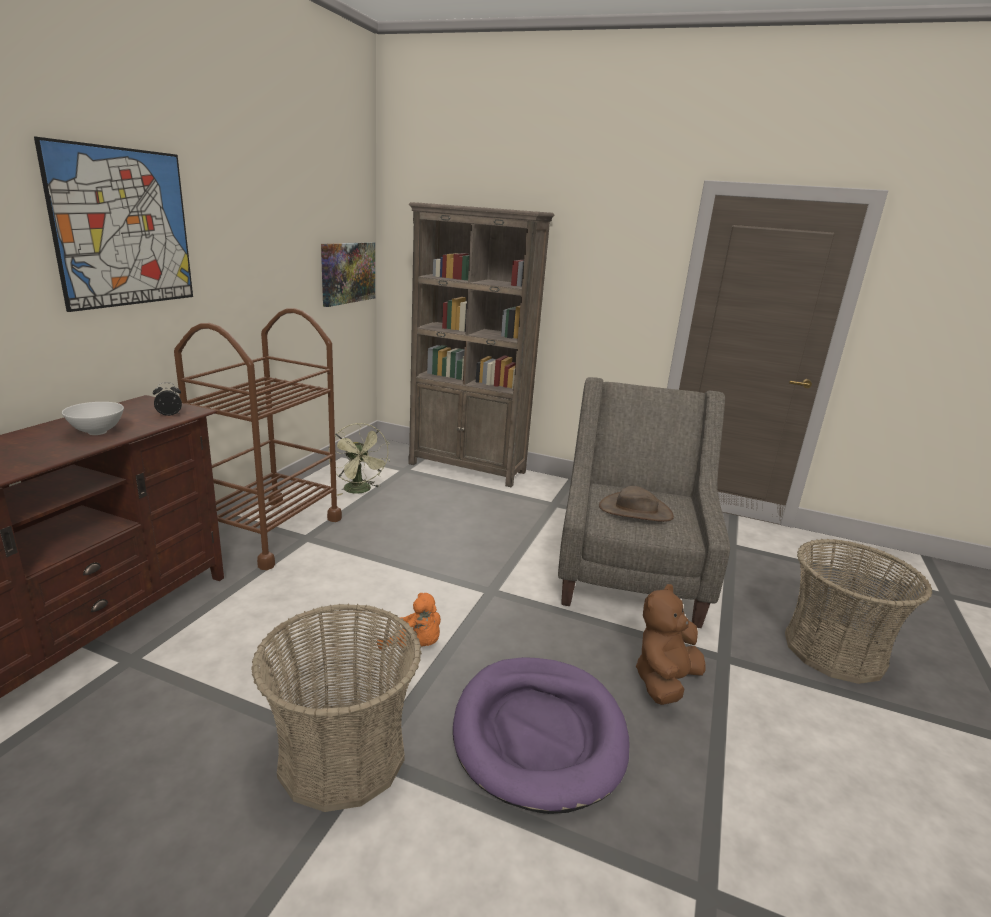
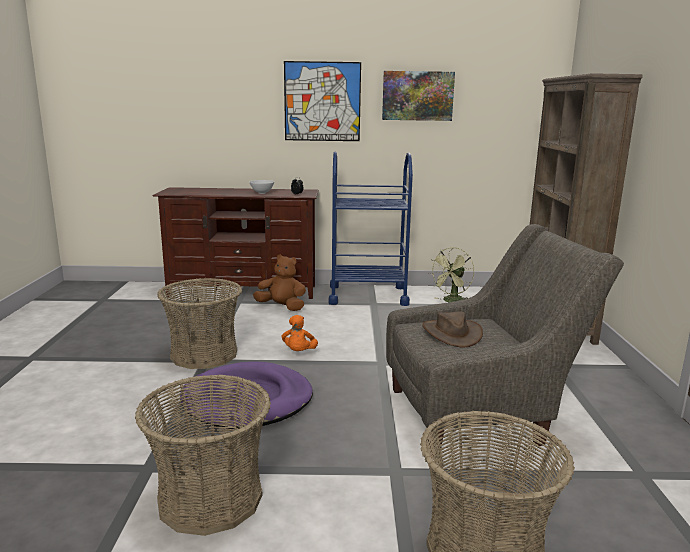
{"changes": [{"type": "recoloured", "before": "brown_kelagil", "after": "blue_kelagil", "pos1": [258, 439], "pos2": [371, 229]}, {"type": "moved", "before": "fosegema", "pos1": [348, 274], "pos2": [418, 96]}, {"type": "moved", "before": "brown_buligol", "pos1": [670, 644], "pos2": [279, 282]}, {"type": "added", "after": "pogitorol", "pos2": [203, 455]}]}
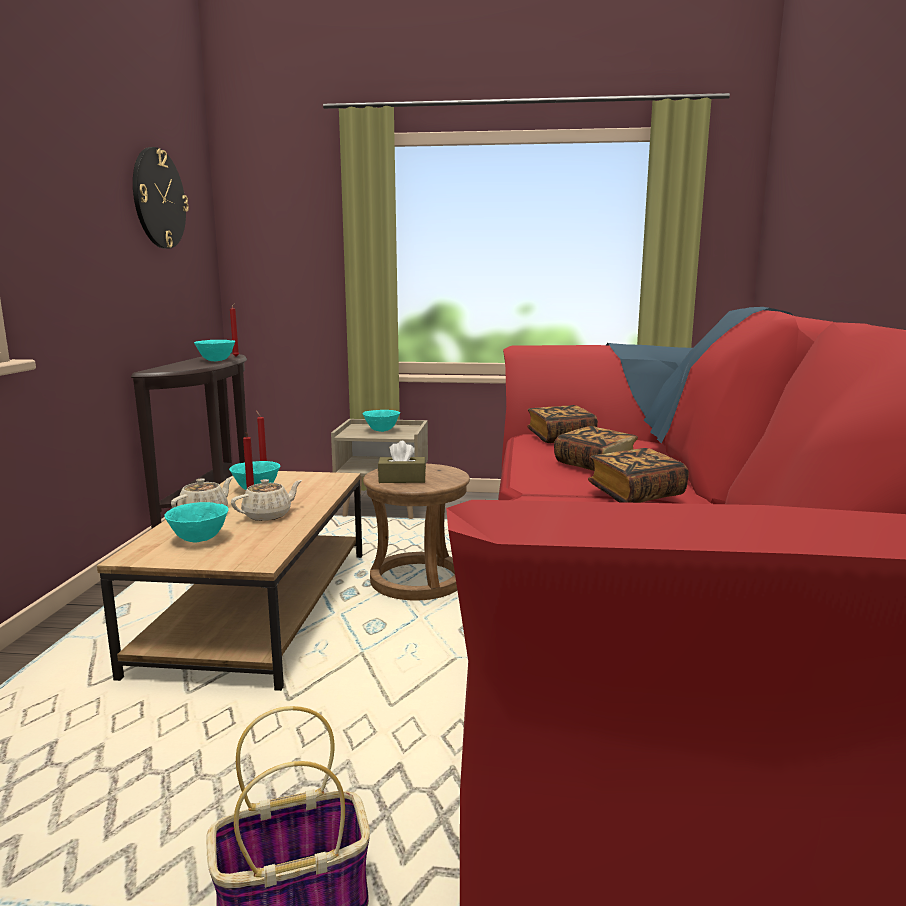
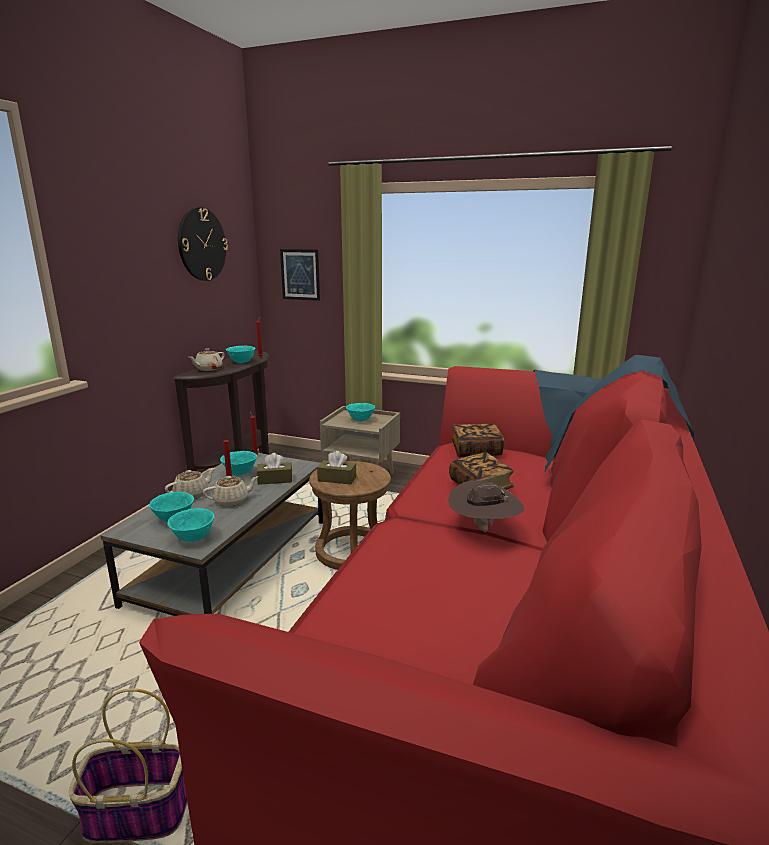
{"changes": [{"type": "recoloured", "before": "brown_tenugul", "after": "grey_tenugul", "pos1": [229, 581], "pos2": [211, 534]}, {"type": "replaced", "before": "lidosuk", "after": "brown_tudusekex", "pos1": [638, 475], "pos2": [486, 506]}, {"type": "added", "after": "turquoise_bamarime", "pos2": [190, 525]}, {"type": "added", "after": "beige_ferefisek", "pos2": [206, 359]}, {"type": "added", "after": "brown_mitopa", "pos2": [274, 469]}, {"type": "added", "after": "fosegema", "pos2": [300, 275]}]}
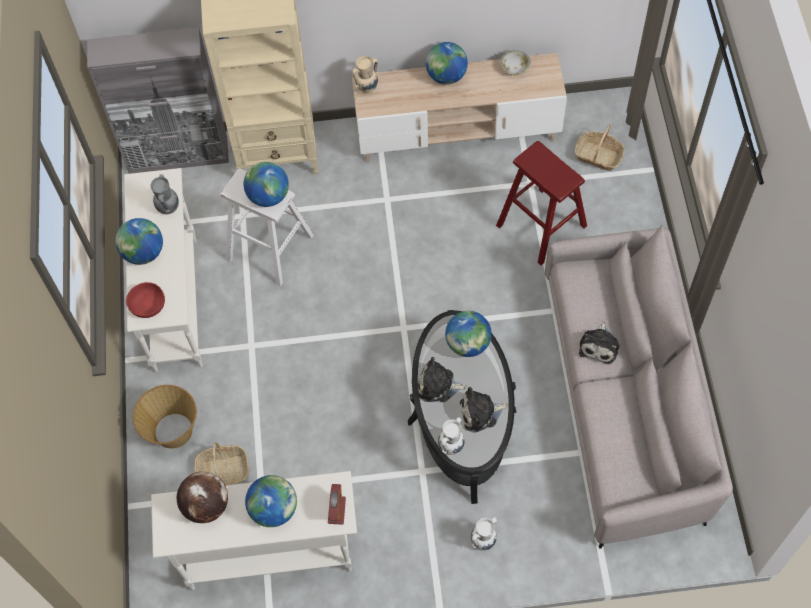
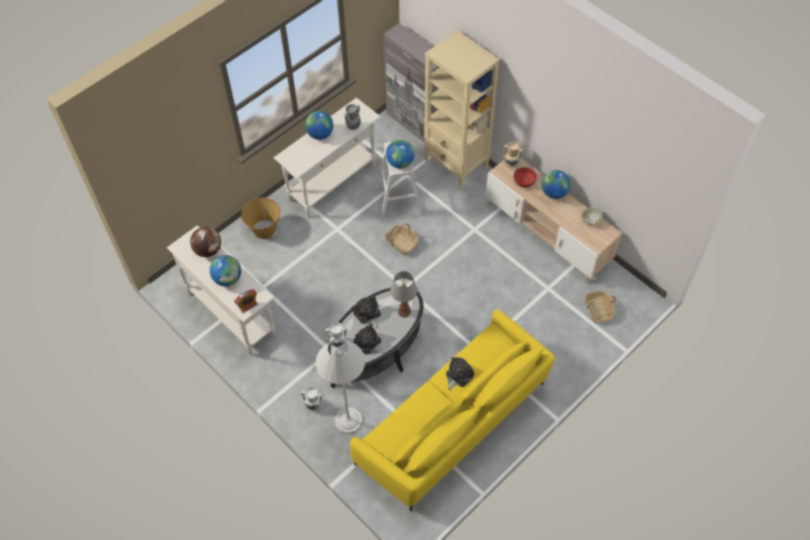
{"changes": [{"type": "moved", "before": "red_bamarime", "pos1": [145, 300], "pos2": [525, 177]}, {"type": "moved", "before": "pogitorol", "pos1": [221, 464], "pos2": [402, 239]}, {"type": "replaced", "before": "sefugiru", "after": "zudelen", "pos1": [468, 334], "pos2": [404, 294]}, {"type": "removed", "before": "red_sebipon", "pos1": [541, 203]}, {"type": "recoloured", "before": "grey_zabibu", "after": "yellow_zabibu", "pos1": [638, 386], "pos2": [452, 410]}, {"type": "turned", "before": "buligol", "pos1": [599, 342], "pos2": [460, 373], "turn": 150}, {"type": "added", "after": "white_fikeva", "pos2": [340, 386]}]}
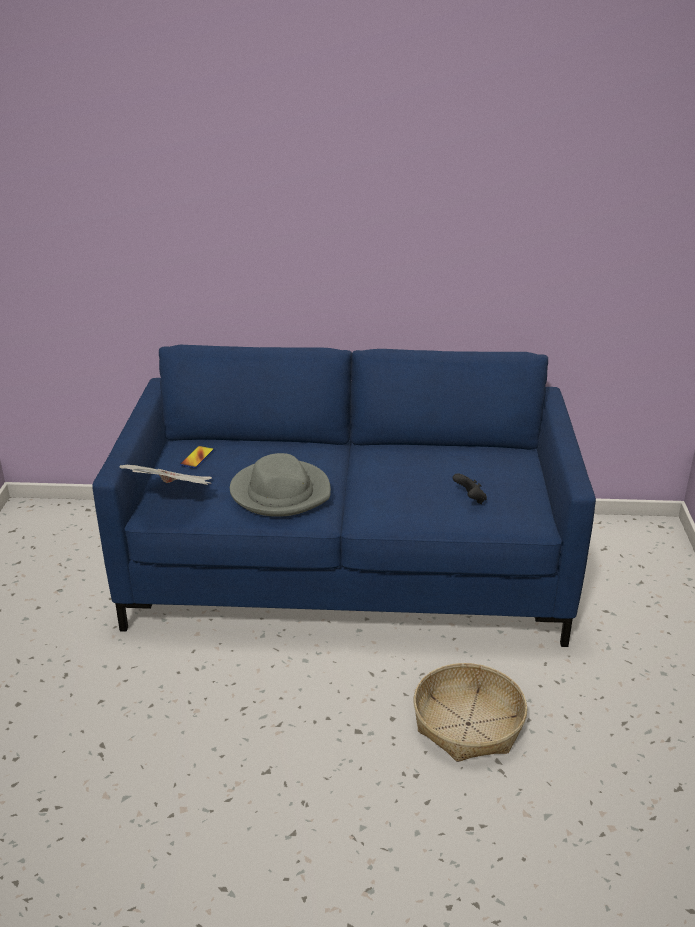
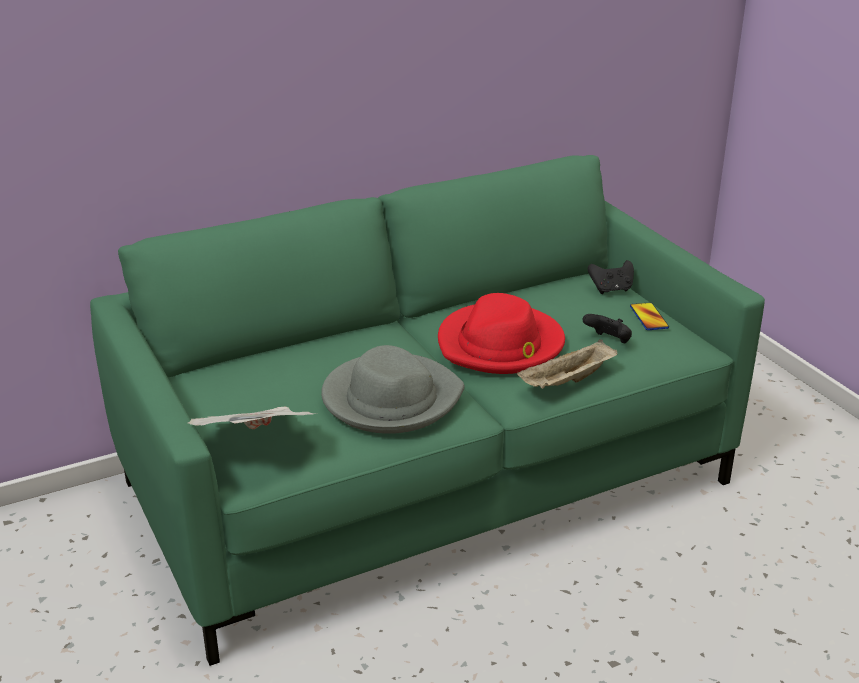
{"changes": [{"type": "recoloured", "before": "blue_zabibu", "after": "green_zabibu", "pos1": [344, 496], "pos2": [427, 410]}, {"type": "moved", "before": "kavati", "pos1": [197, 457], "pos2": [649, 316]}, {"type": "removed", "before": "pogitorol", "pos1": [470, 712]}, {"type": "added", "after": "red_tudusekex", "pos2": [501, 333]}, {"type": "added", "after": "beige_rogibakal", "pos2": [567, 364]}, {"type": "added", "after": "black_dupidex", "pos2": [611, 277]}]}
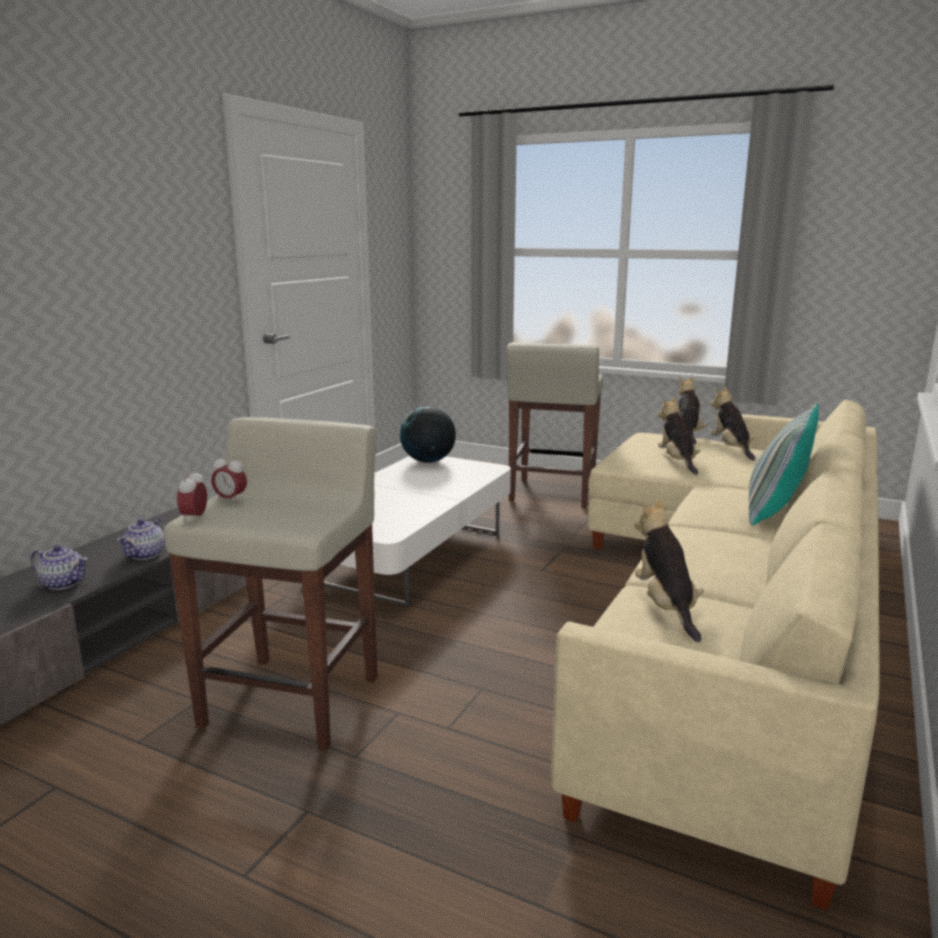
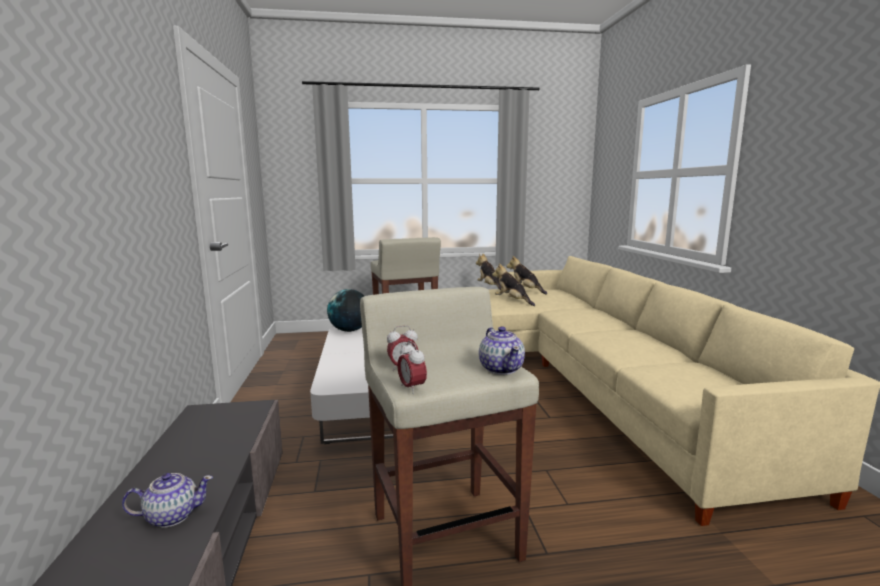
{"changes": [{"type": "moved", "before": "ferefisek", "pos1": [141, 539], "pos2": [502, 350]}, {"type": "removed", "before": "buligol", "pos1": [669, 570]}, {"type": "removed", "before": "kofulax", "pos1": [784, 464]}]}
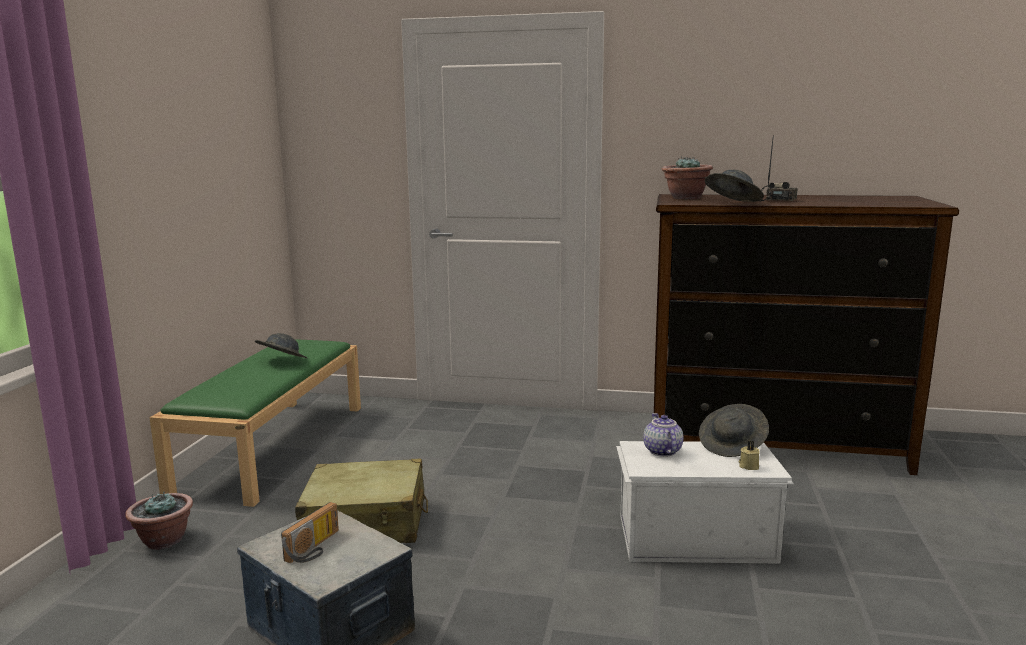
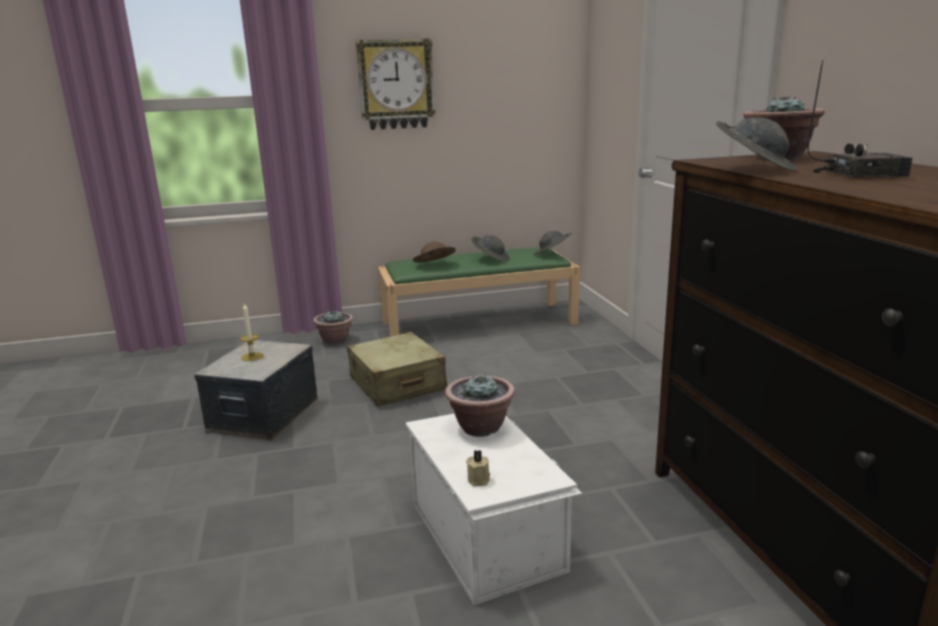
{"changes": [{"type": "replaced", "before": "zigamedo", "after": "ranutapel", "pos1": [310, 532], "pos2": [251, 332]}, {"type": "replaced", "before": "ferefisek", "after": "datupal", "pos1": [663, 435], "pos2": [480, 405]}, {"type": "moved", "before": "grey_tudusekex", "pos1": [734, 430], "pos2": [553, 243]}, {"type": "added", "after": "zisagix", "pos2": [396, 84]}, {"type": "added", "after": "brown_tudusekex", "pos2": [434, 252]}]}
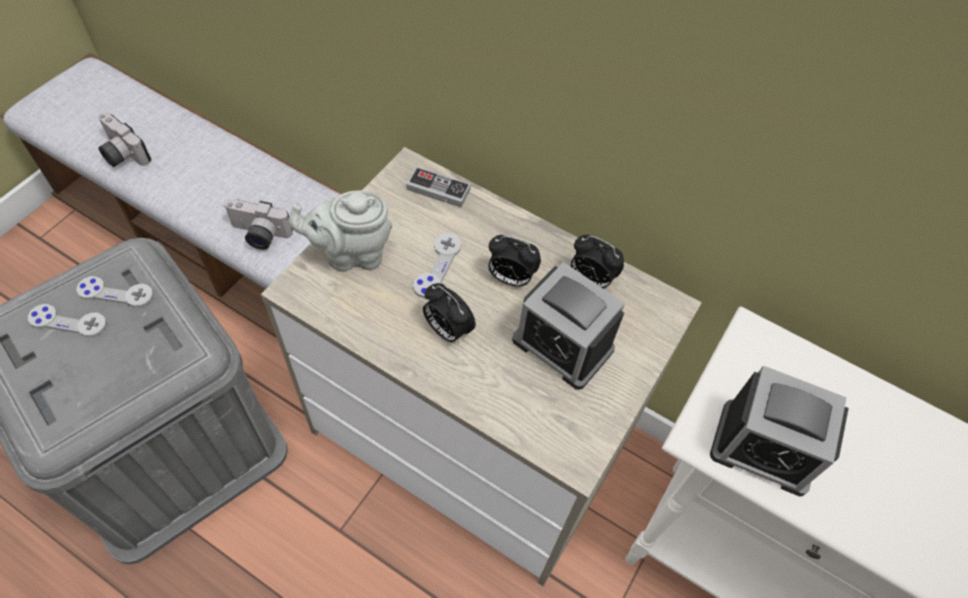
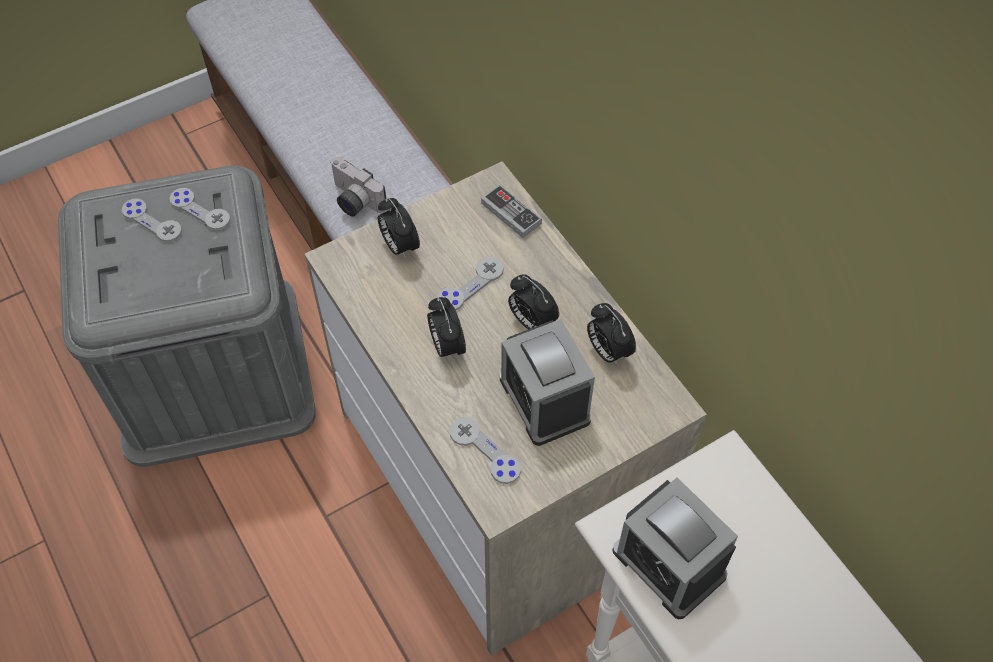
{"changes": [{"type": "removed", "before": "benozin", "pos1": [124, 139]}, {"type": "replaced", "before": "grey_ferefisek", "after": "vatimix", "pos1": [340, 231], "pos2": [399, 228]}, {"type": "added", "after": "grey_dupidex", "pos2": [485, 450]}]}
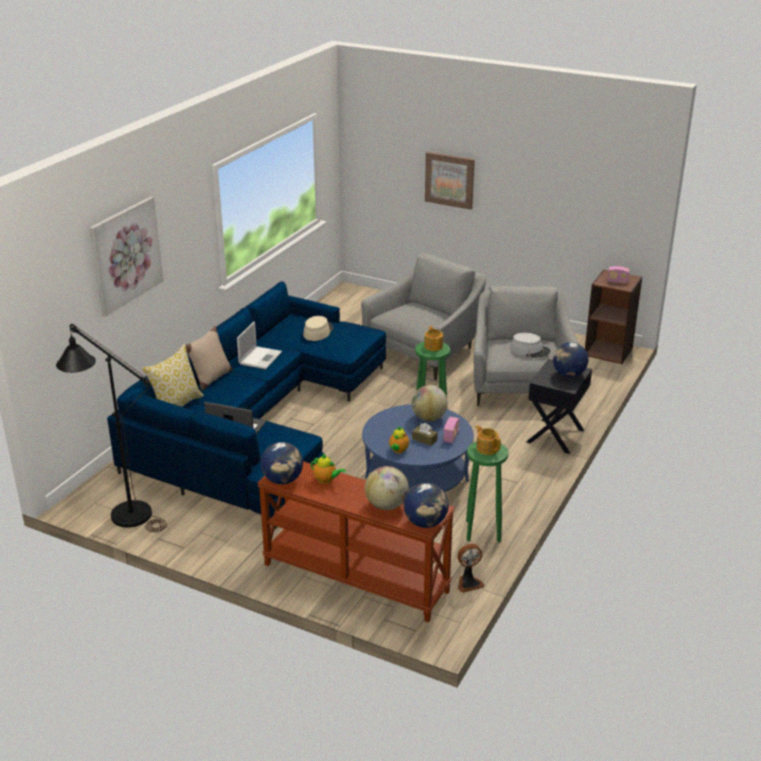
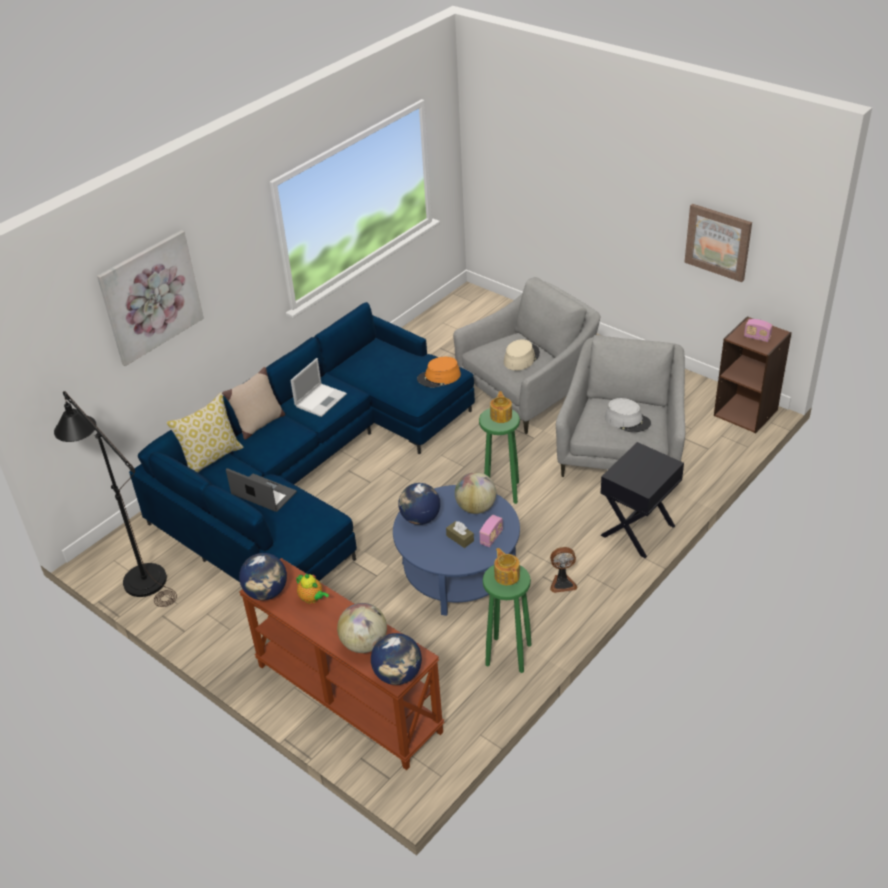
{"changes": [{"type": "moved", "before": "beige_tudusekex", "pos1": [318, 328], "pos2": [522, 355]}, {"type": "removed", "before": "ferefisek", "pos1": [399, 439]}, {"type": "moved", "before": "fosegema", "pos1": [450, 181], "pos2": [718, 243]}, {"type": "moved", "before": "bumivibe", "pos1": [470, 568], "pos2": [563, 570]}, {"type": "moved", "before": "sefugiru", "pos1": [570, 359], "pos2": [419, 504]}, {"type": "added", "after": "orange_tudusekex", "pos2": [439, 372]}]}
